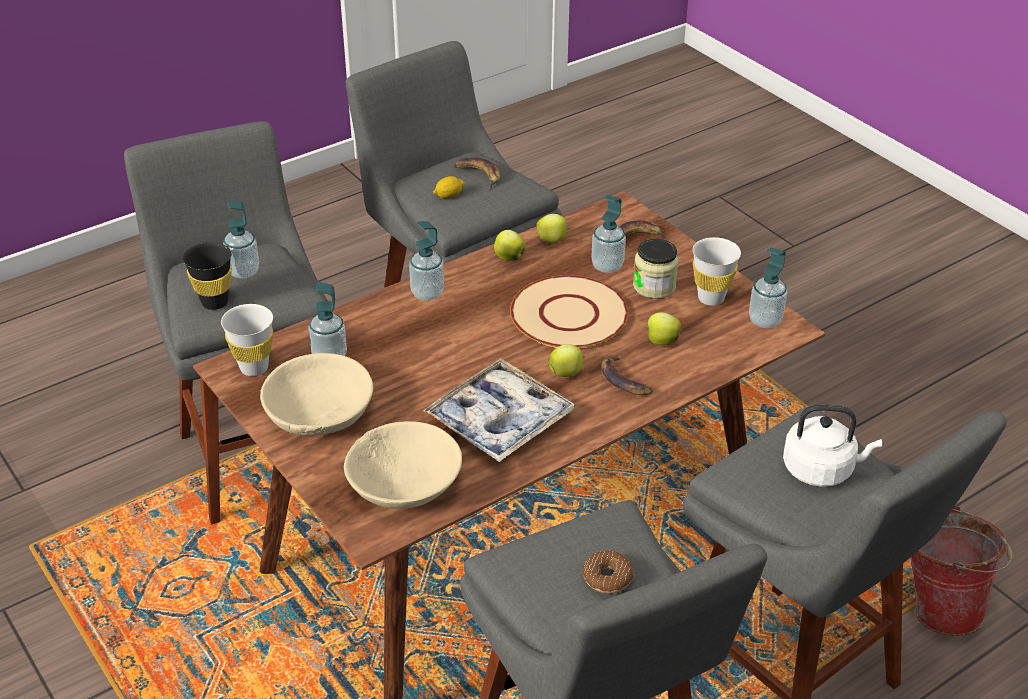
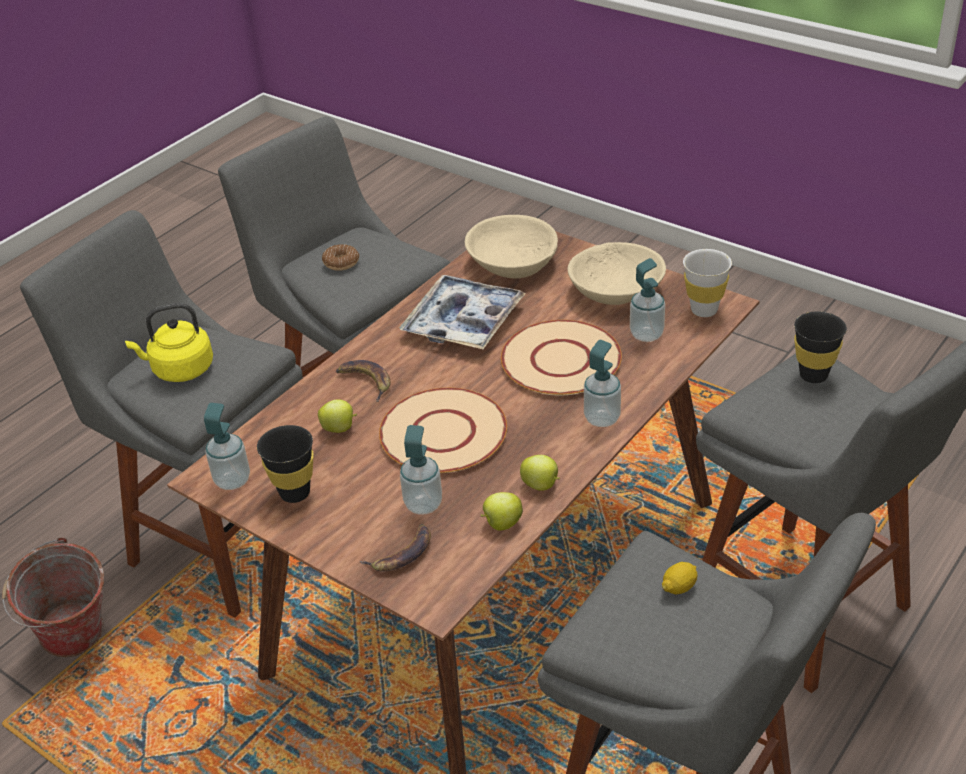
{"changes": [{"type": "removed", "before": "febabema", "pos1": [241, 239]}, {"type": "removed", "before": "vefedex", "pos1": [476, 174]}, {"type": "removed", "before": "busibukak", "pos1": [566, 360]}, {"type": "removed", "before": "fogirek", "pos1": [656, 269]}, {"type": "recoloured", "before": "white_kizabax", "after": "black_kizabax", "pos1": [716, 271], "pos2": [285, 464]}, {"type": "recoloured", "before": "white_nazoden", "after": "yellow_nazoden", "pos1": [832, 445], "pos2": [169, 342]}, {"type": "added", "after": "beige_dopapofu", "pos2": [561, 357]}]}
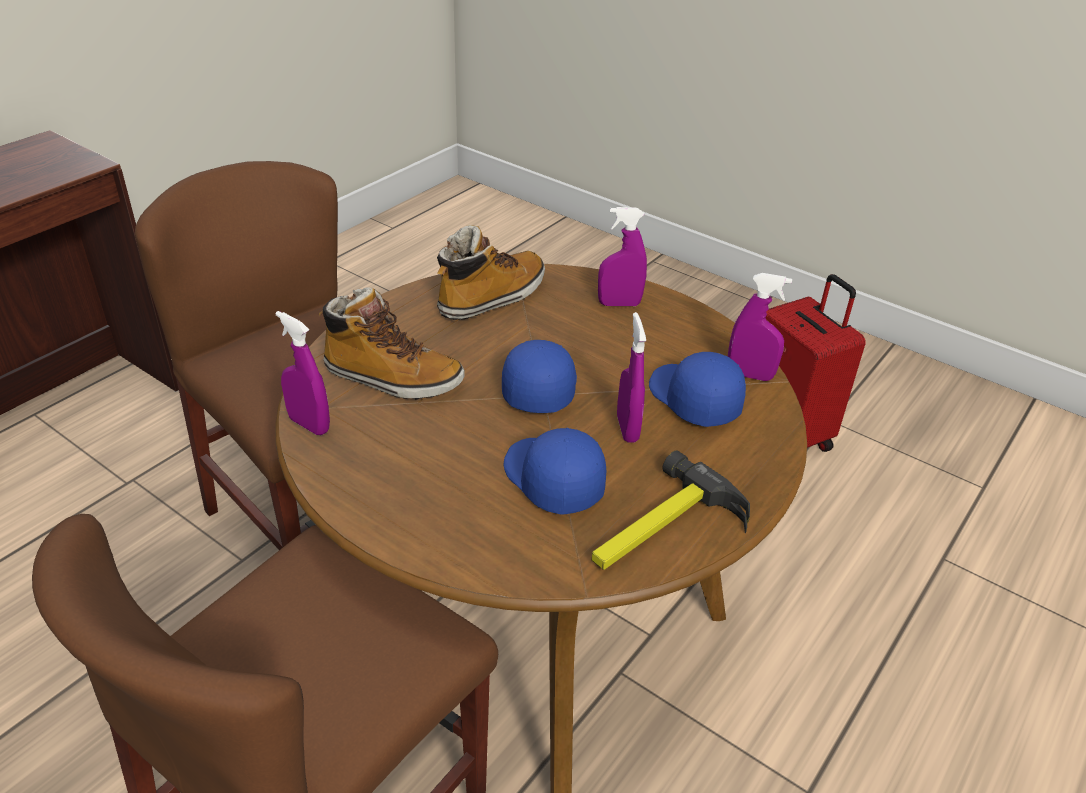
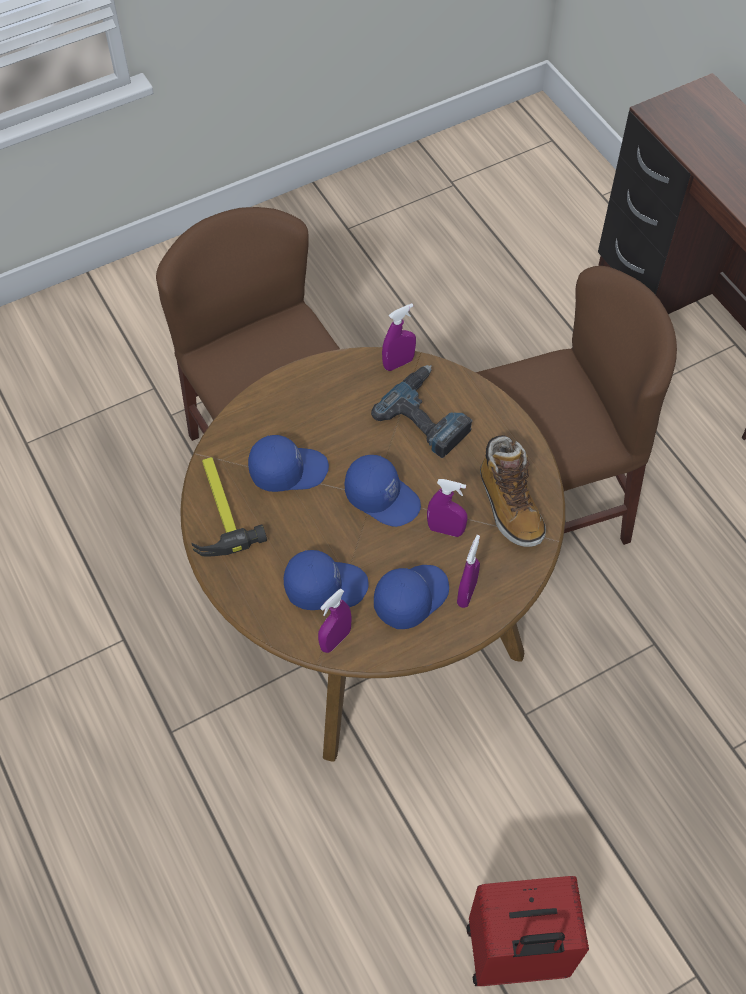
{"changes": [{"type": "replaced", "before": "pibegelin", "after": "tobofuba", "pos1": [392, 343], "pos2": [422, 411]}, {"type": "moved", "before": "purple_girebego", "pos1": [631, 377], "pos2": [447, 508]}, {"type": "added", "after": "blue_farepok", "pos2": [411, 597]}]}
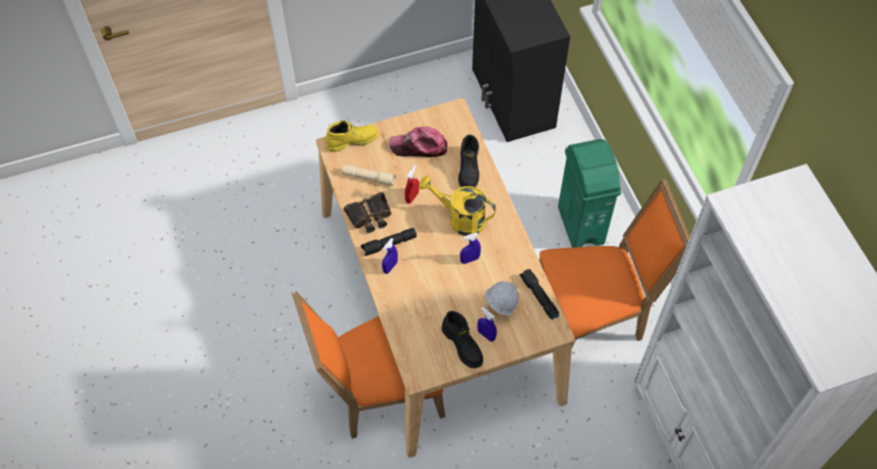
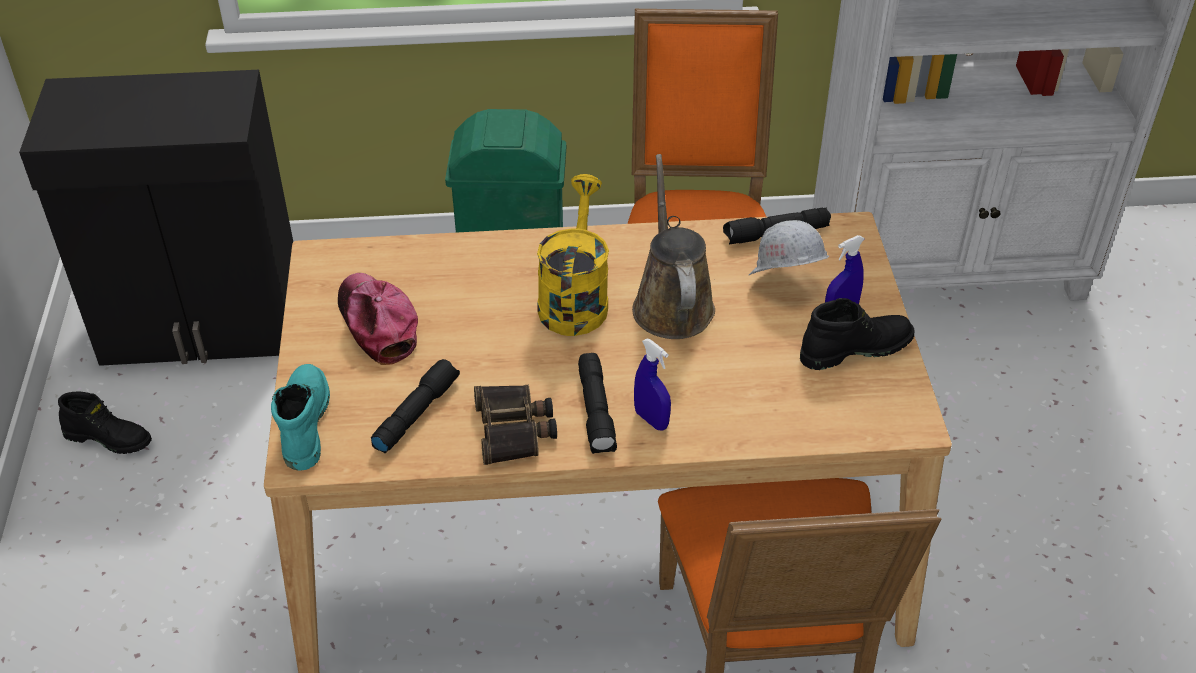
{"changes": [{"type": "recoloured", "before": "yellow_pibegelin", "after": "turquoise_pibegelin", "pos1": [352, 136], "pos2": [300, 417]}, {"type": "recoloured", "before": "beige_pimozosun", "after": "black_pimozosun", "pos1": [368, 175], "pos2": [415, 406]}, {"type": "turned", "before": "farepok", "pos1": [418, 141], "pos2": [378, 319], "turn": 135}, {"type": "removed", "before": "red_girebego", "pos1": [412, 184]}, {"type": "turned", "before": "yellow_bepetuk", "pos1": [457, 206], "pos2": [573, 255], "turn": 150}, {"type": "moved", "before": "black_pibegelin", "pos1": [468, 161], "pos2": [105, 422]}, {"type": "replaced", "before": "blue_girebego", "after": "brown_bepetuk", "pos1": [470, 248], "pos2": [673, 246]}]}
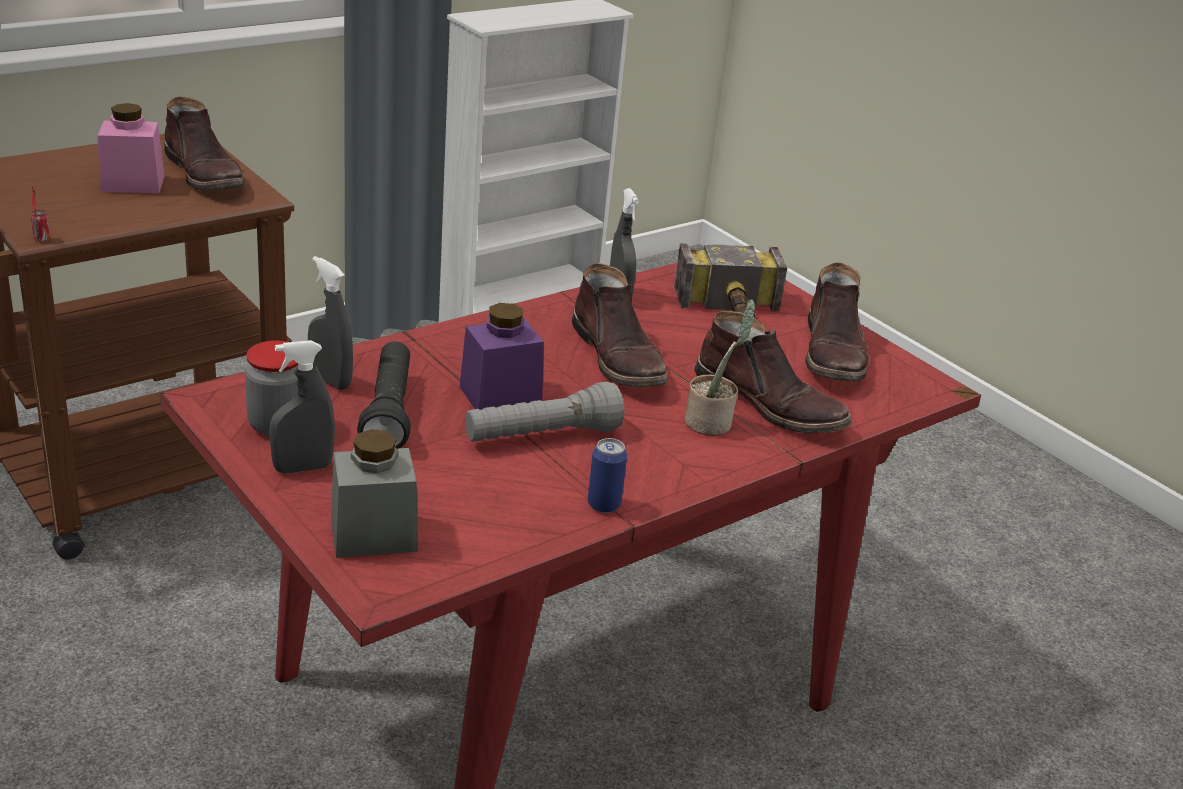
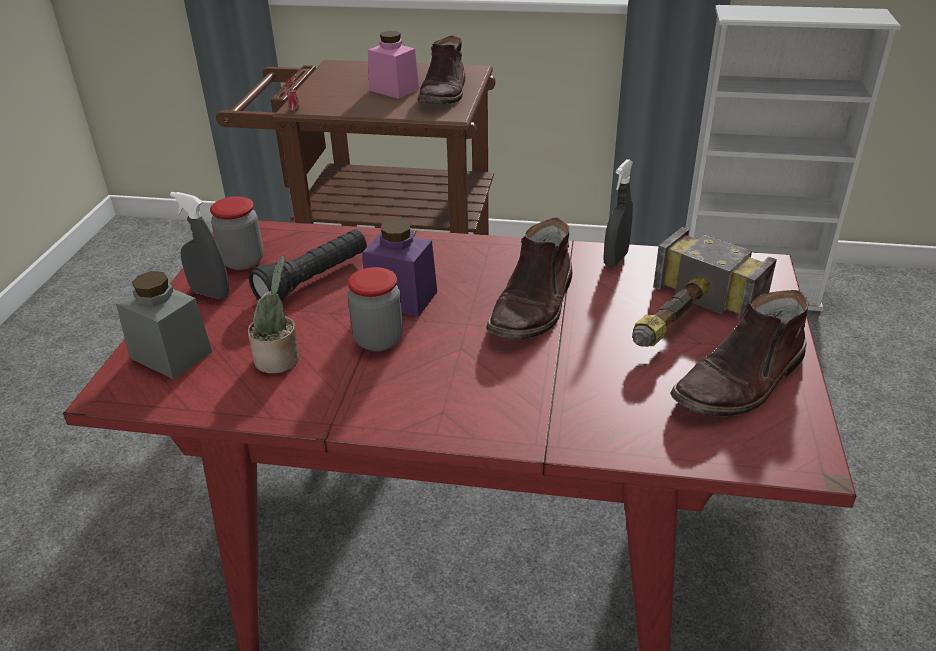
{"changes": [{"type": "removed", "before": "grey_girebego", "pos1": [330, 323]}, {"type": "replaced", "before": "grey_pimozosun", "after": "fogirek", "pos1": [544, 412], "pos2": [375, 309]}, {"type": "removed", "before": "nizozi", "pos1": [607, 475]}, {"type": "moved", "before": "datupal", "pos1": [720, 367], "pos2": [273, 314]}, {"type": "removed", "before": "brown_pibegelin", "pos1": [773, 372]}]}
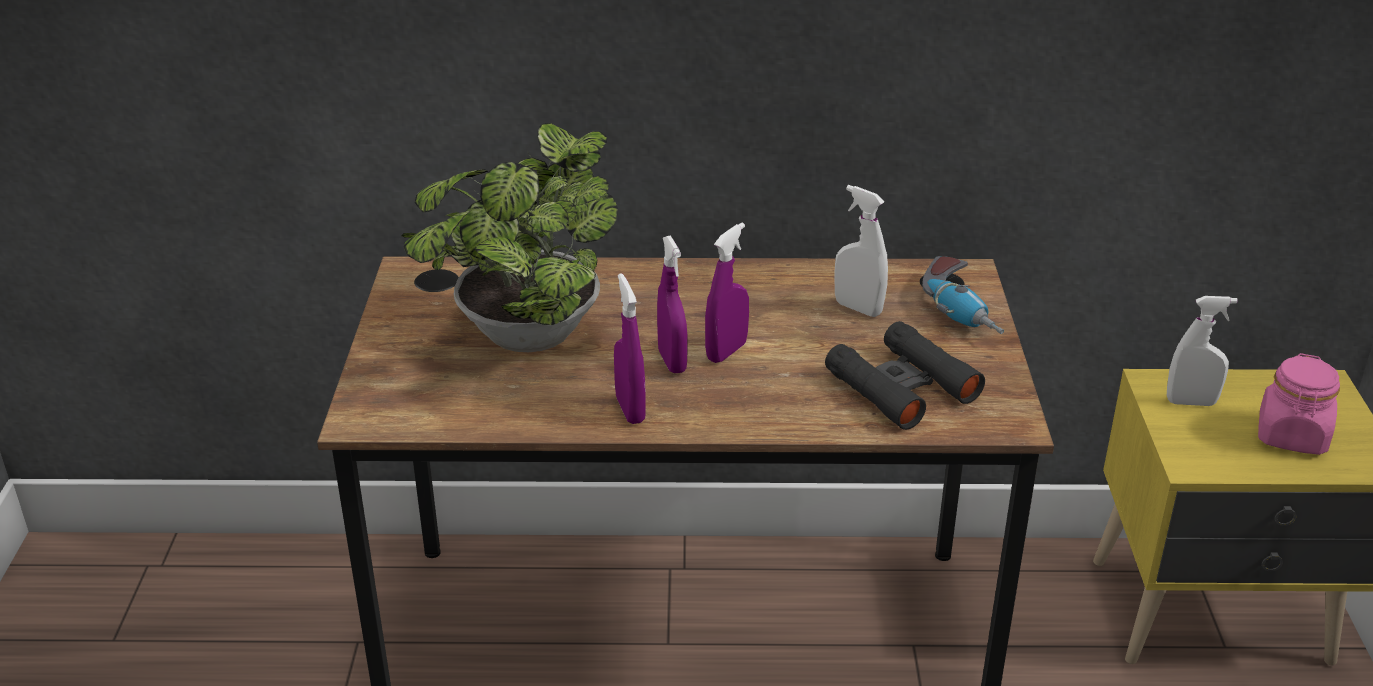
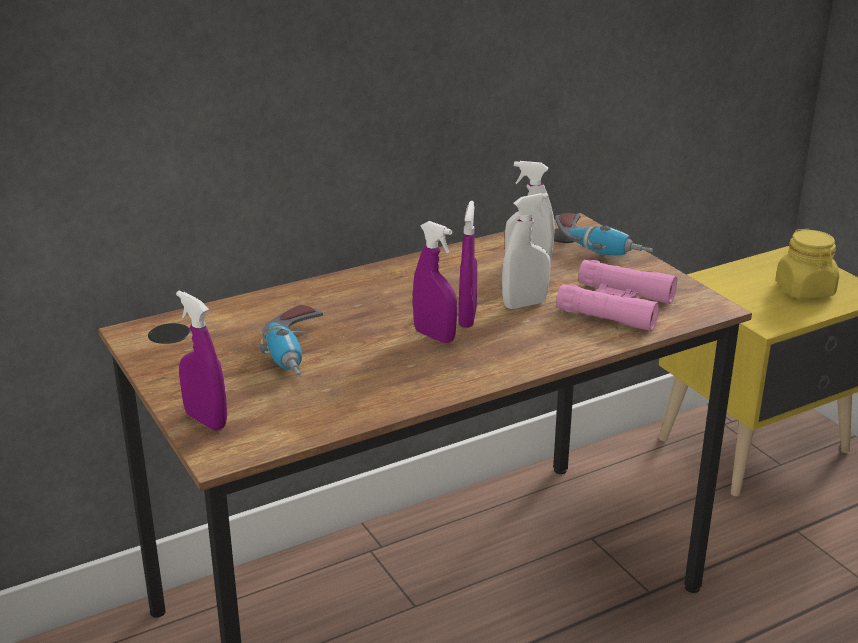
{"changes": [{"type": "replaced", "before": "datupal", "after": "tobofuba", "pos1": [510, 237], "pos2": [291, 341]}, {"type": "moved", "before": "purple_girebego", "pos1": [630, 348], "pos2": [201, 361]}, {"type": "recoloured", "before": "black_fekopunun", "after": "pink_fekopunun", "pos1": [905, 375], "pos2": [616, 295]}, {"type": "moved", "before": "white_girebego", "pos1": [1202, 351], "pos2": [526, 251]}, {"type": "recoloured", "before": "pink_fogirek", "after": "yellow_fogirek", "pos1": [1299, 404], "pos2": [807, 264]}]}
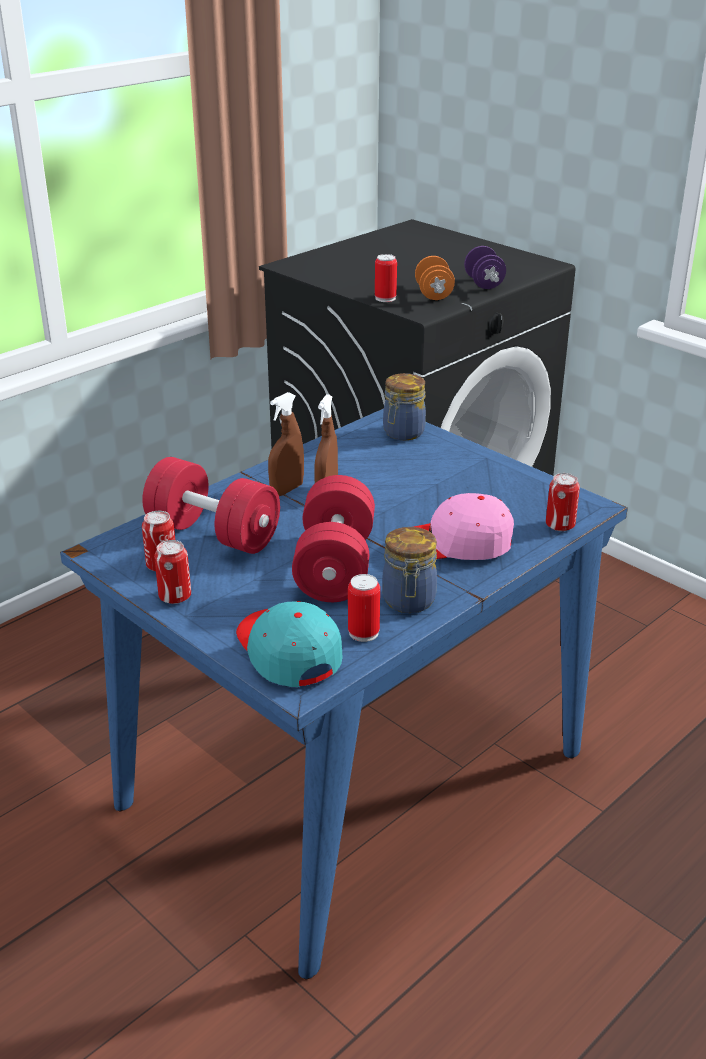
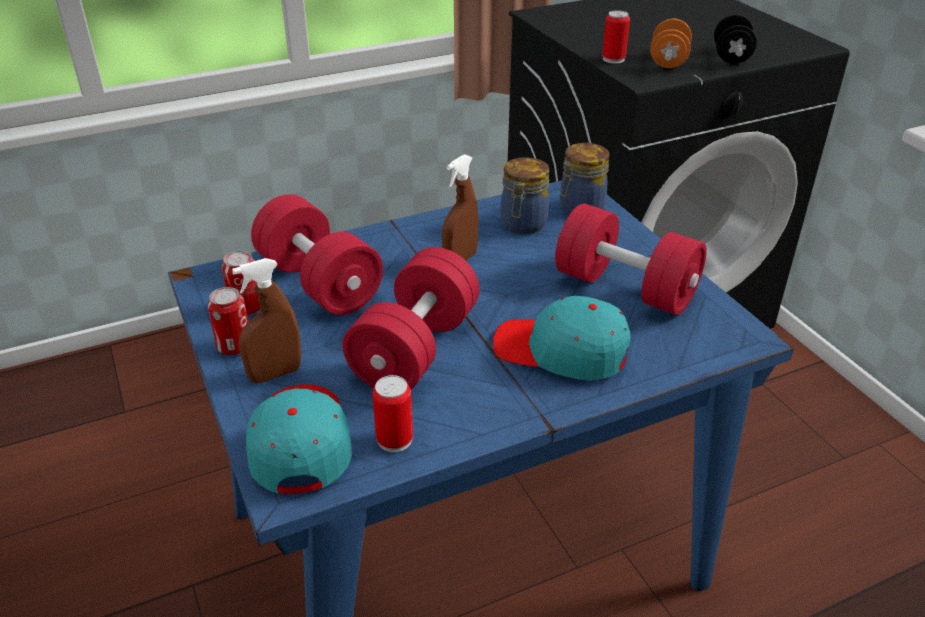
{"changes": [{"type": "moved", "before": "brown_girebego", "pos1": [286, 444], "pos2": [266, 320]}, {"type": "moved", "before": "fogirek", "pos1": [409, 570], "pos2": [525, 195]}, {"type": "recoloured", "before": "pink_farepok", "after": "turquoise_farepok", "pos1": [464, 526], "pos2": [561, 338]}, {"type": "recoloured", "before": "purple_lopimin", "after": "black_lopimin", "pos1": [485, 267], "pos2": [735, 39]}, {"type": "removed", "before": "nizozi", "pos1": [563, 502]}, {"type": "added", "after": "red_lopimin", "pos2": [631, 259]}]}
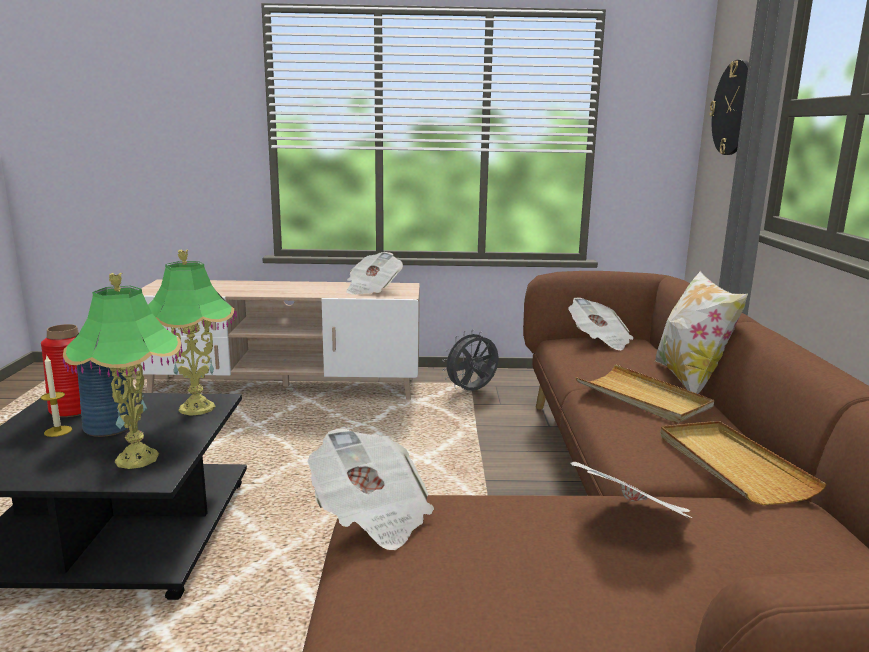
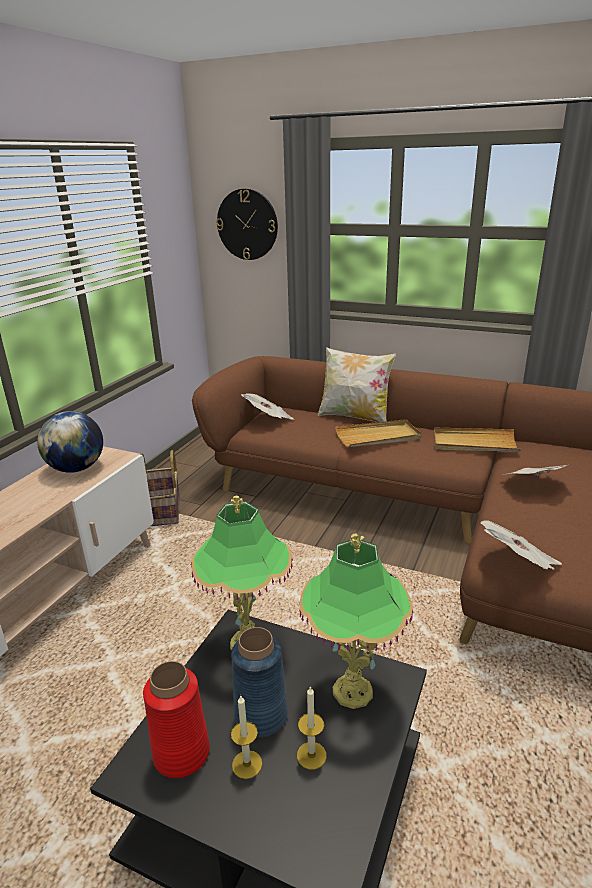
{"changes": [{"type": "replaced", "before": "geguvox", "after": "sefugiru", "pos1": [374, 273], "pos2": [70, 442]}, {"type": "replaced", "before": "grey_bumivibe", "after": "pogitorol", "pos1": [470, 360], "pos2": [159, 488]}, {"type": "added", "after": "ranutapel", "pos2": [312, 728]}]}
